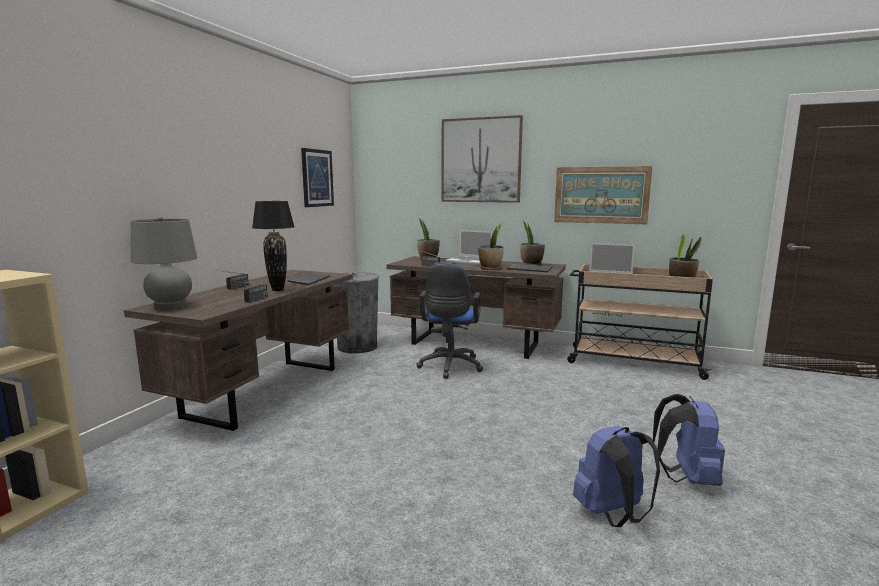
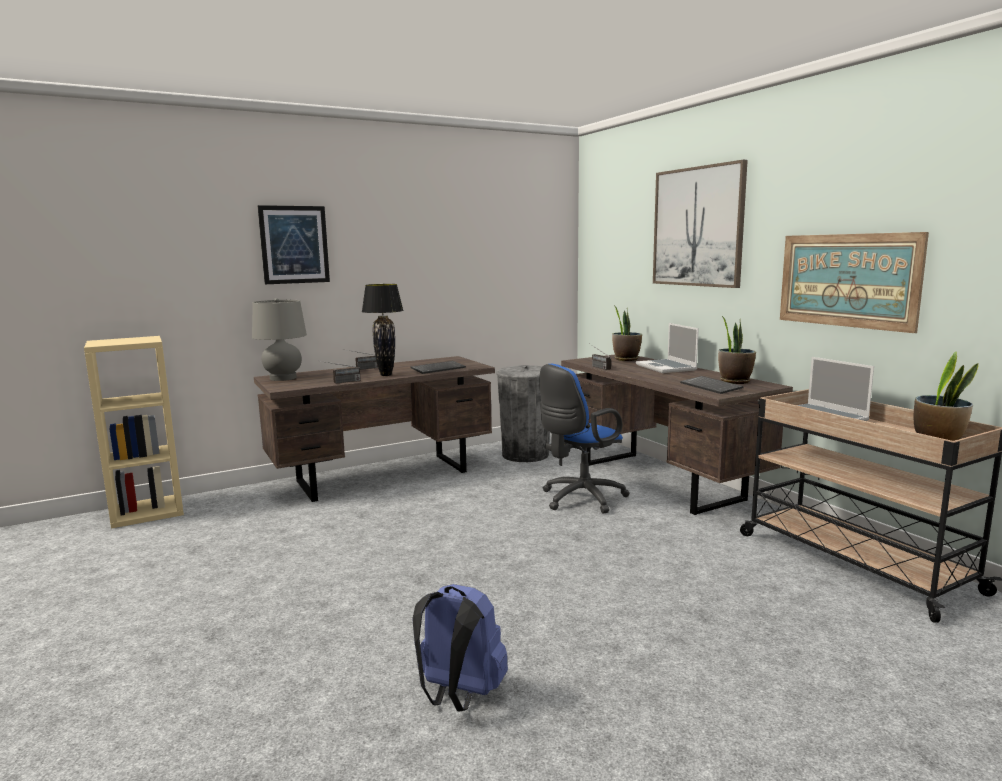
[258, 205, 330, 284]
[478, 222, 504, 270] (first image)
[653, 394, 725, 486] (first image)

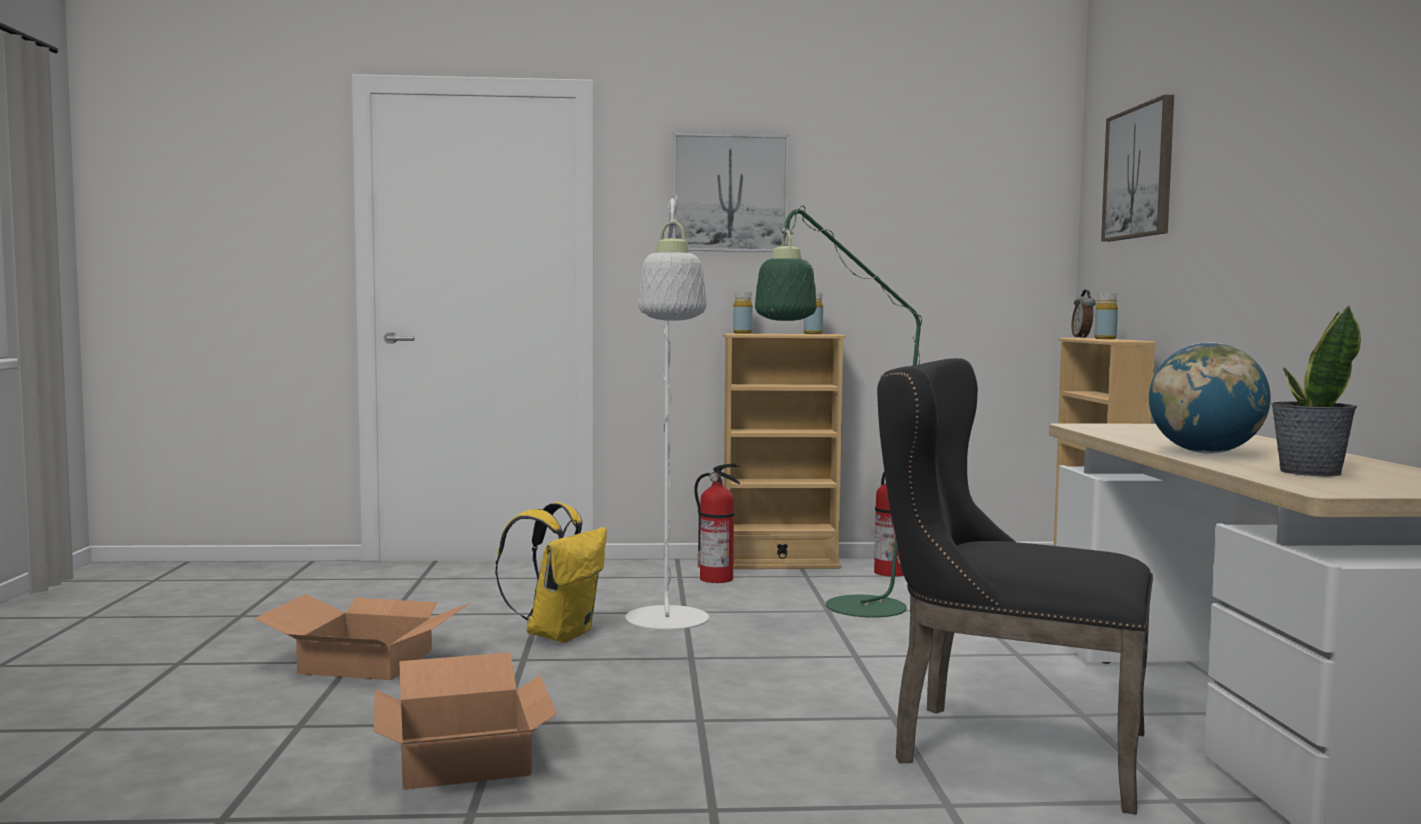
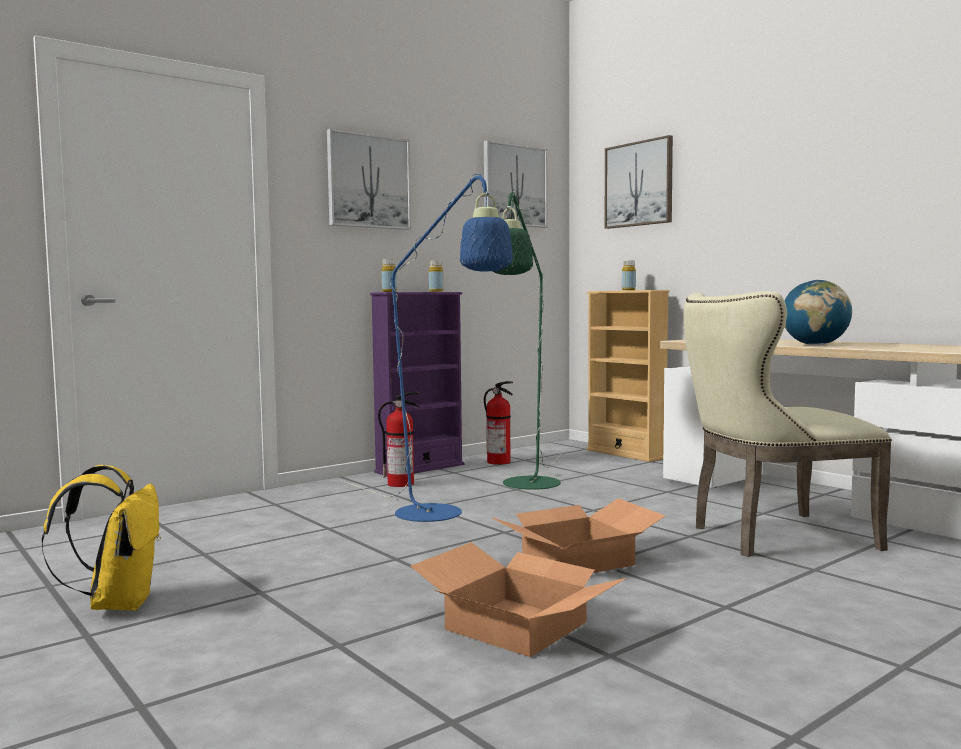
[42, 465, 161, 611]
[340, 173, 513, 522]
[370, 292, 464, 477]
[484, 140, 548, 228]
[491, 498, 665, 573]
[683, 291, 892, 557]
[1072, 290, 1096, 338] (first image)
[1271, 305, 1361, 477] (first image)

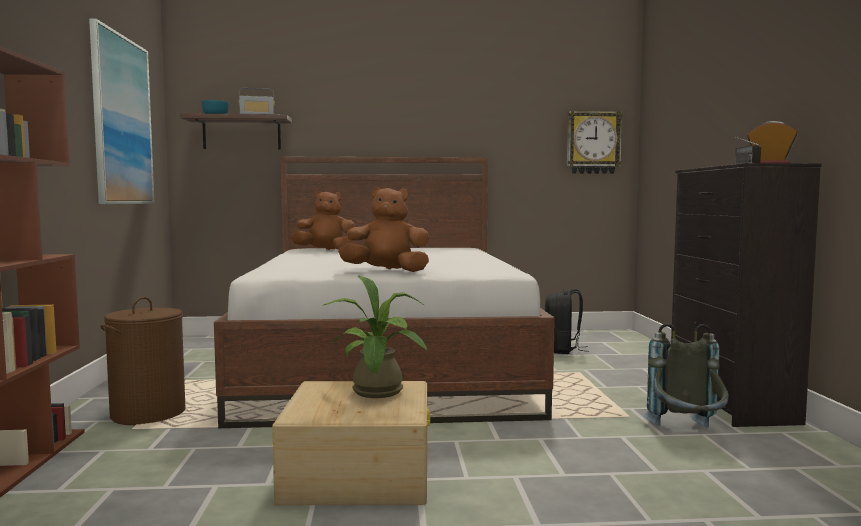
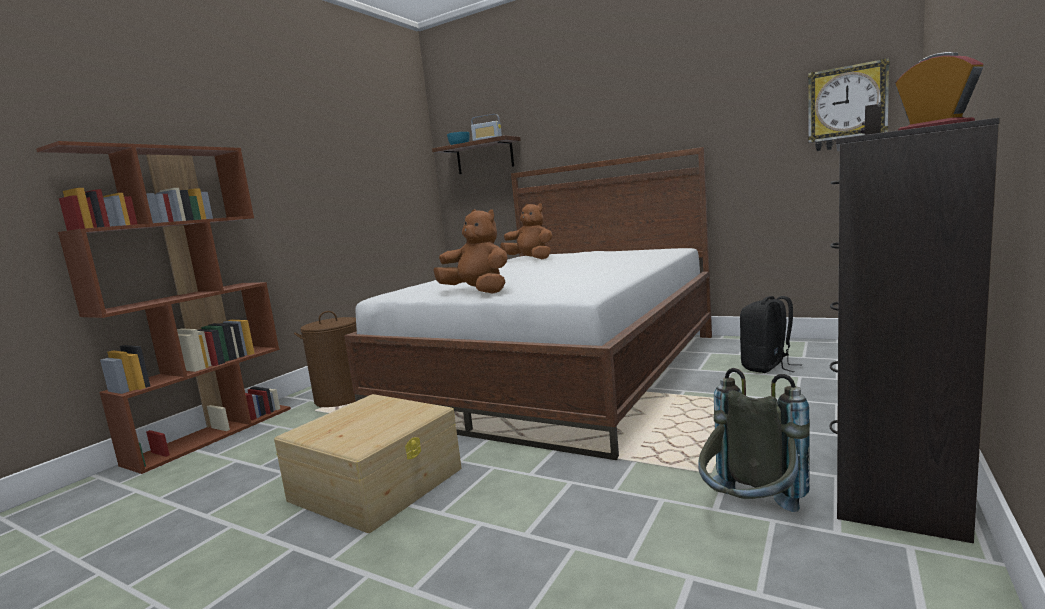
[89, 18, 154, 204] (first image)
[324, 275, 427, 398] (first image)

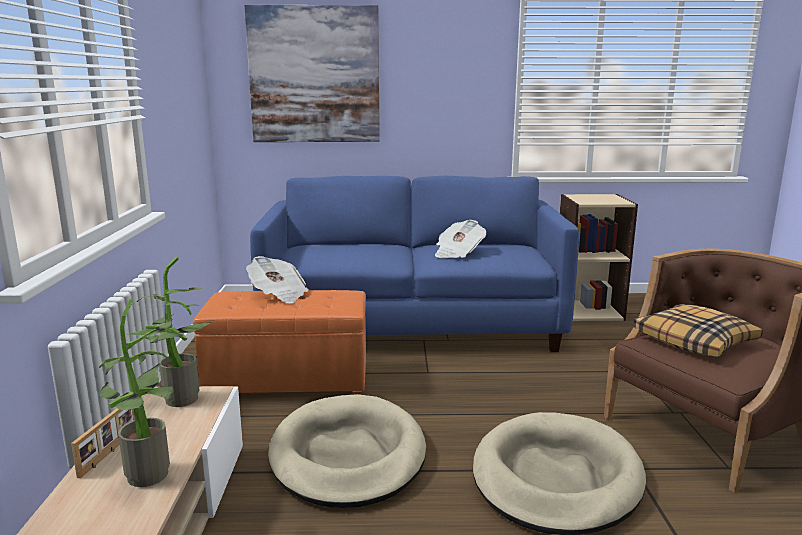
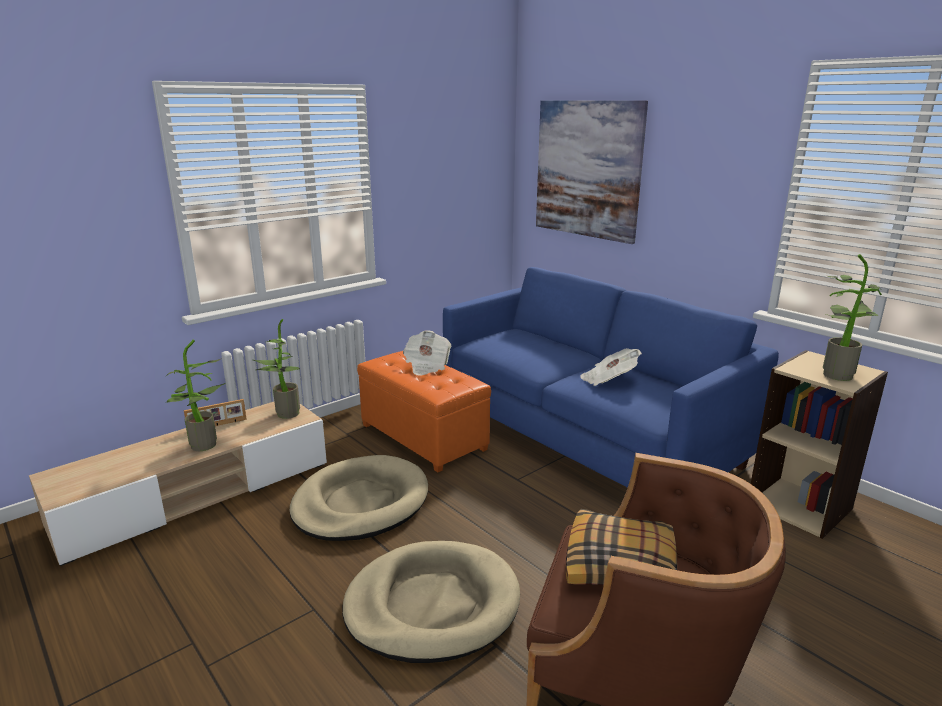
[823, 254, 882, 381]

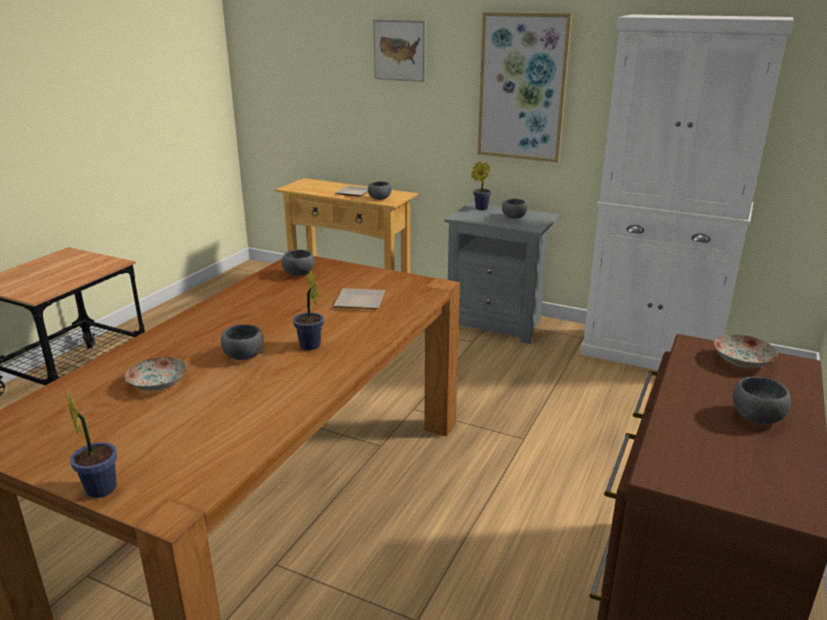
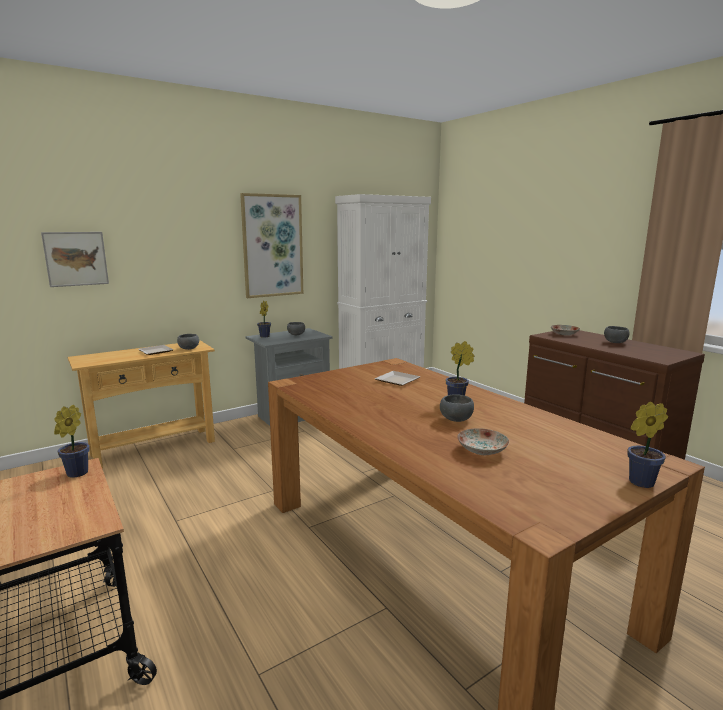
[41, 232, 109, 287]
[54, 405, 90, 478]
[282, 249, 315, 276] (first image)

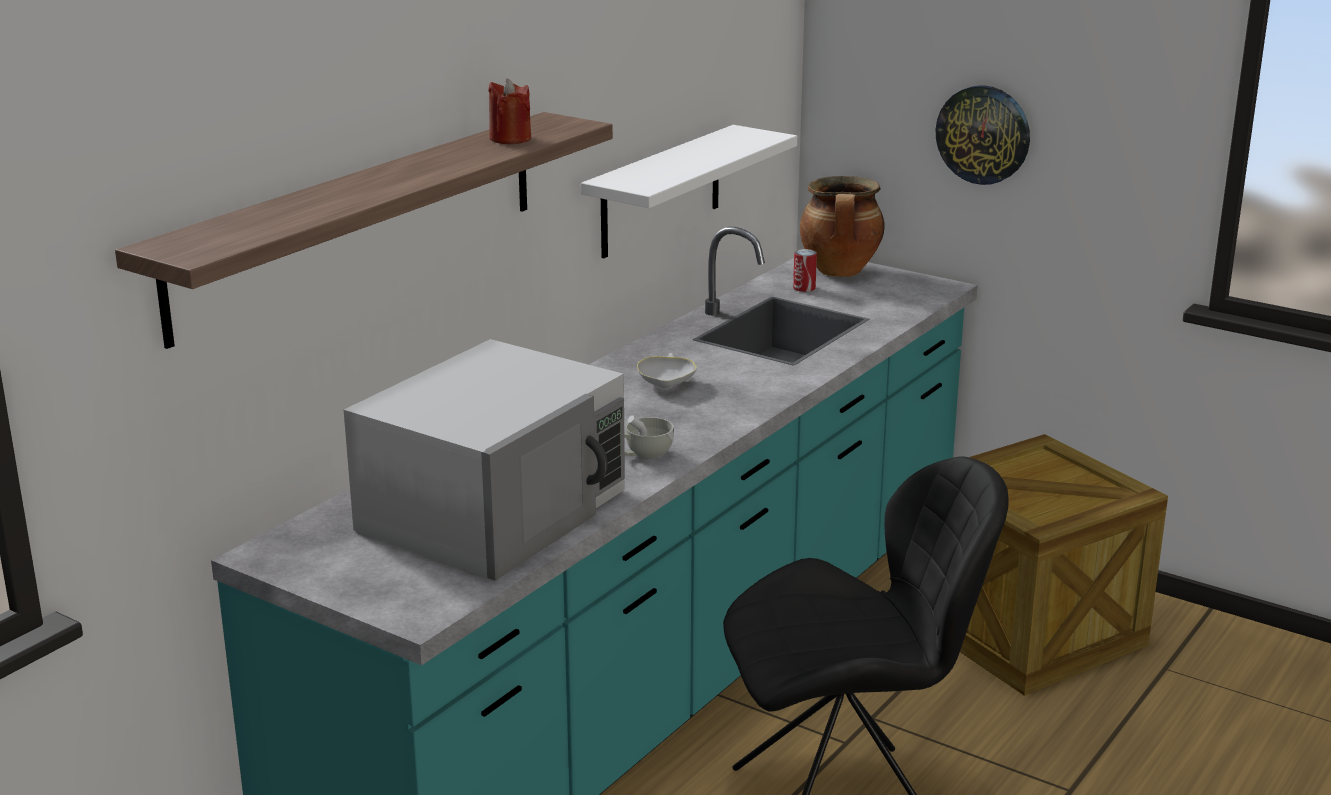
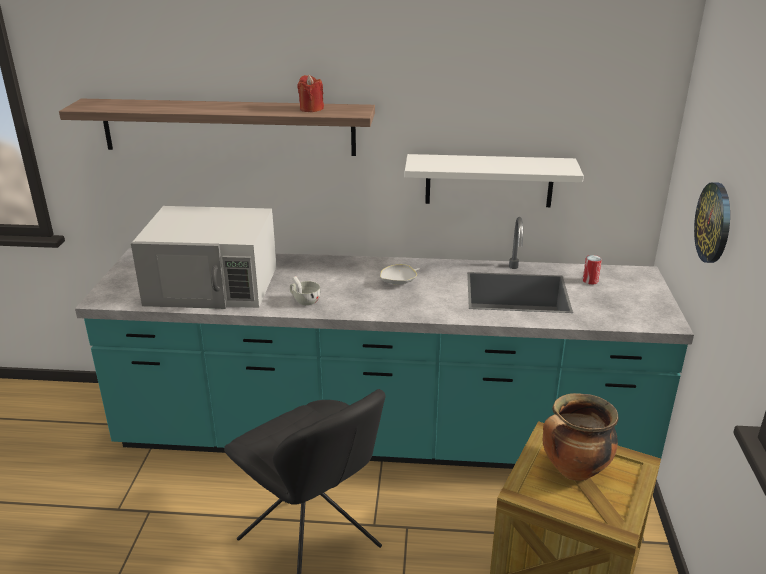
[543, 393, 619, 481]

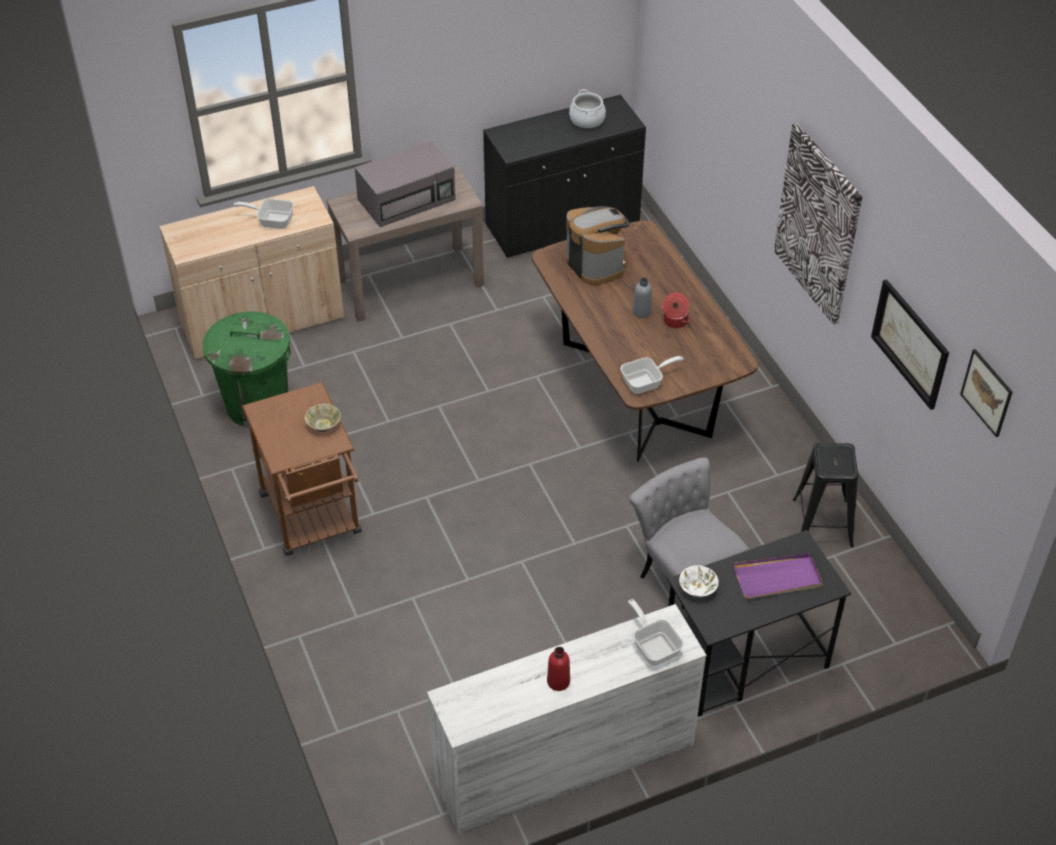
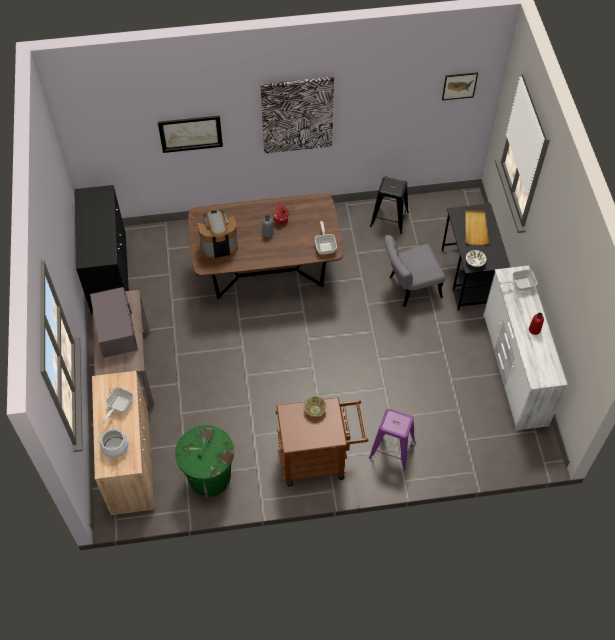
[97, 429, 129, 458]
[158, 115, 223, 153]
[369, 409, 416, 470]
[465, 210, 489, 245]

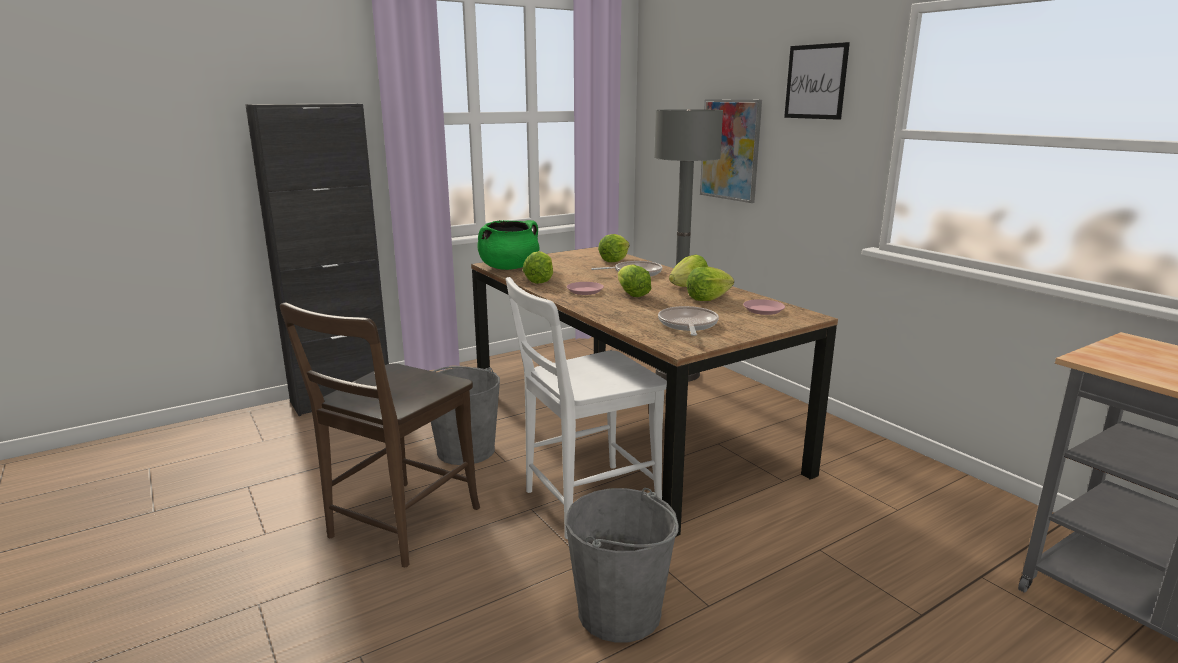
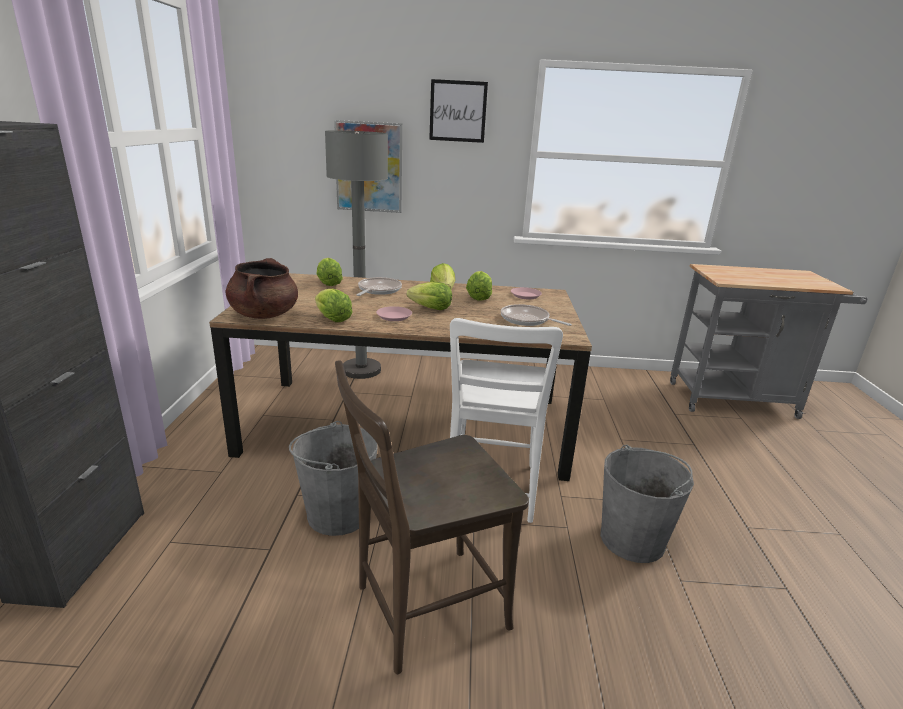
[226, 258, 298, 319]
[335, 360, 529, 674]

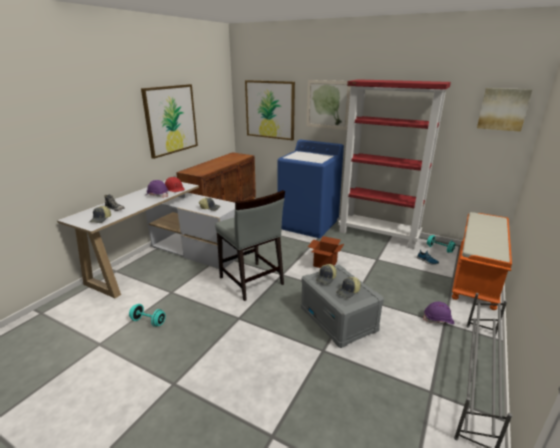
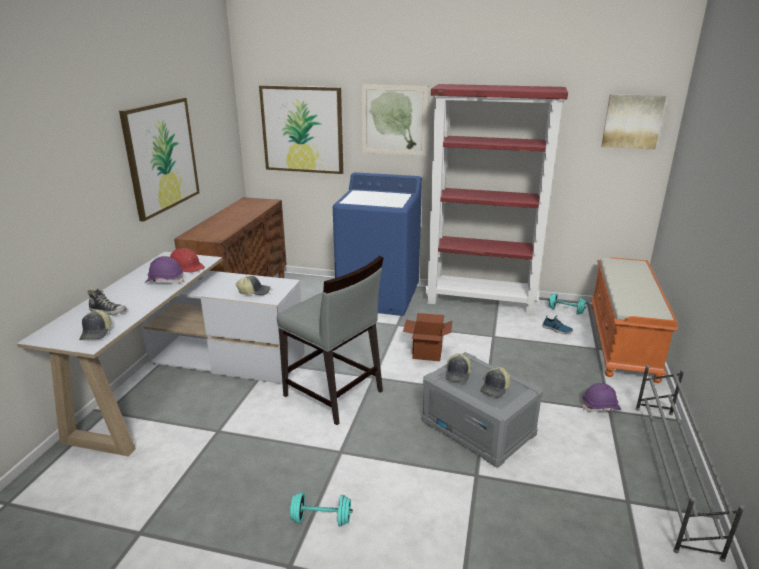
[290, 492, 352, 526]

